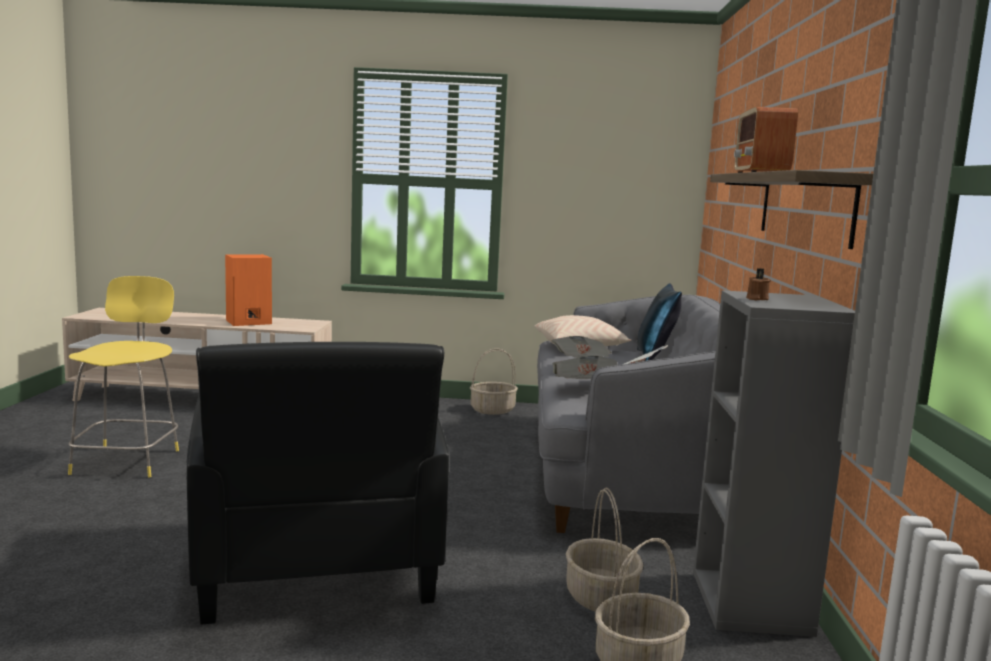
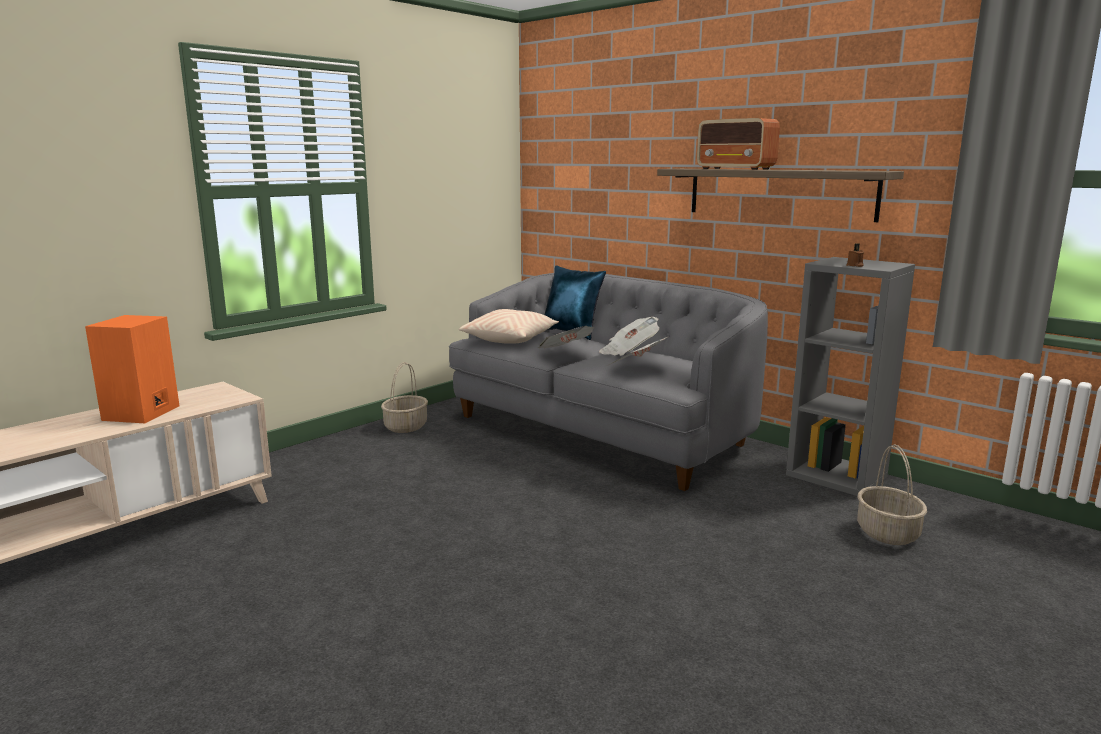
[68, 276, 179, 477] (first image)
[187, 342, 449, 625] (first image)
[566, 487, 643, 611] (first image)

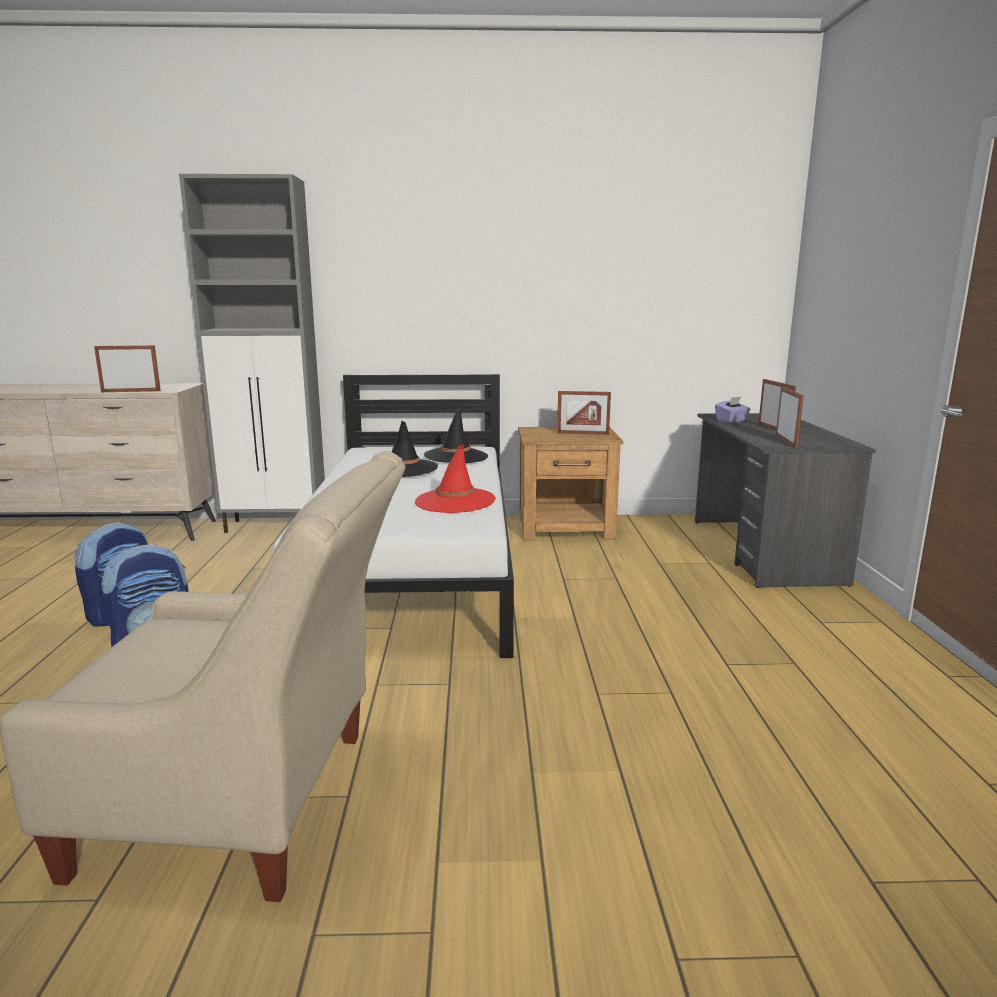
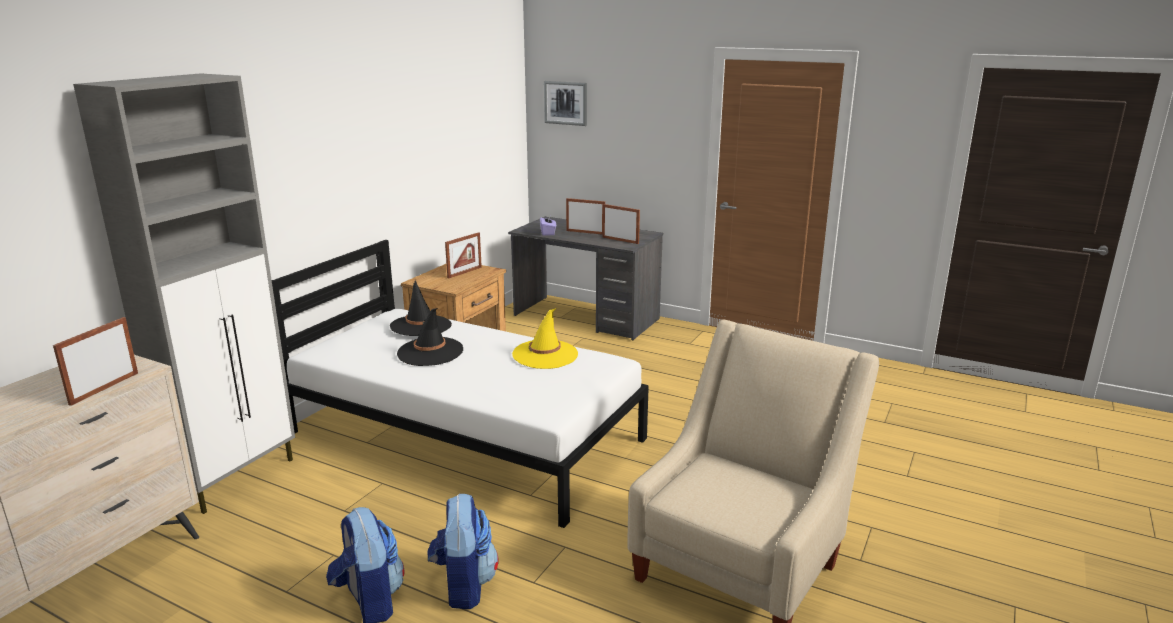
[512, 308, 578, 369]
[544, 81, 587, 126]

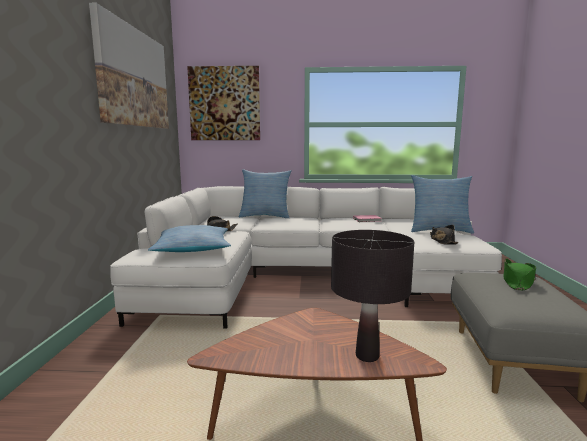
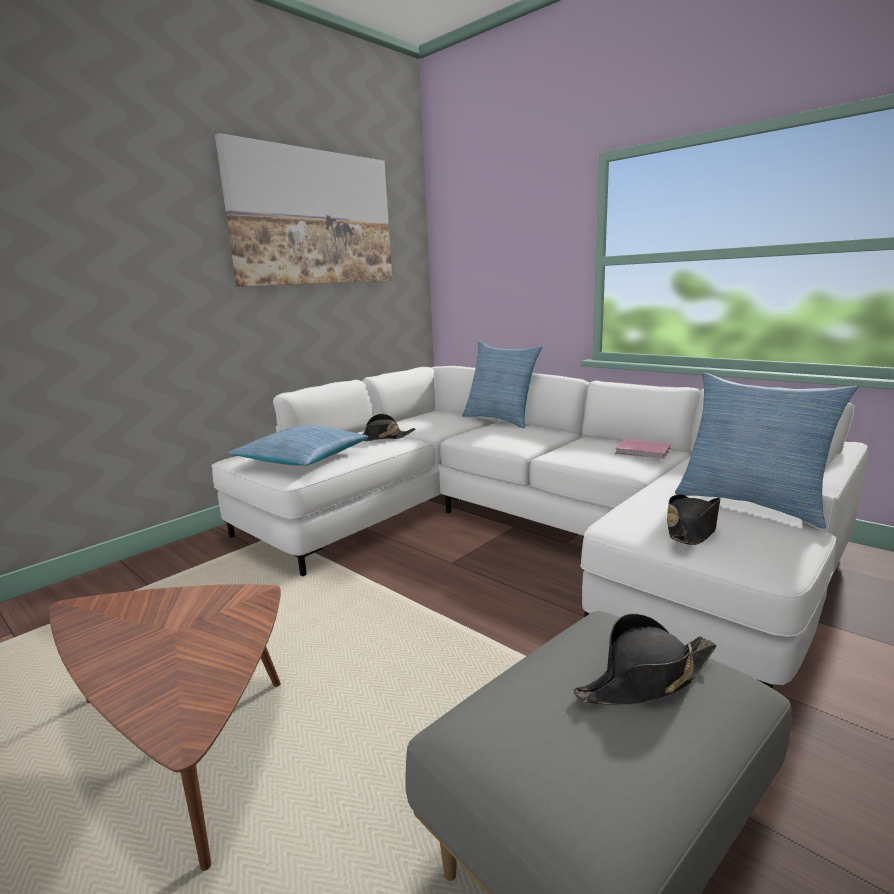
[574, 613, 717, 705]
[187, 66, 260, 140] (first image)
[331, 230, 414, 362] (first image)

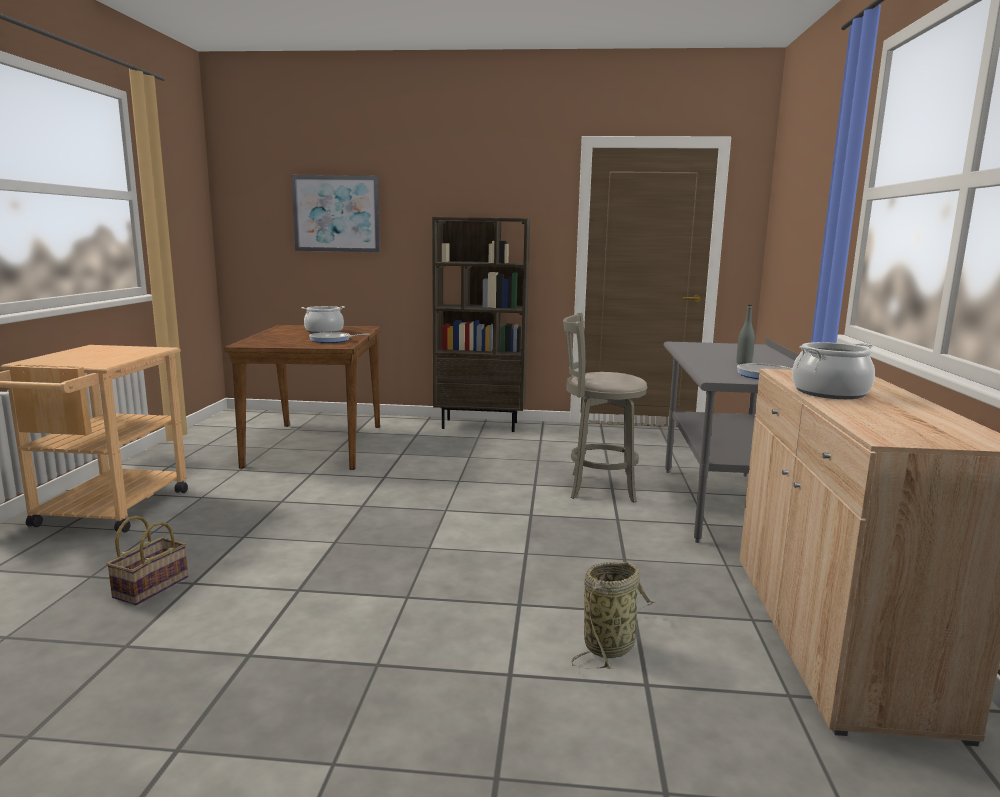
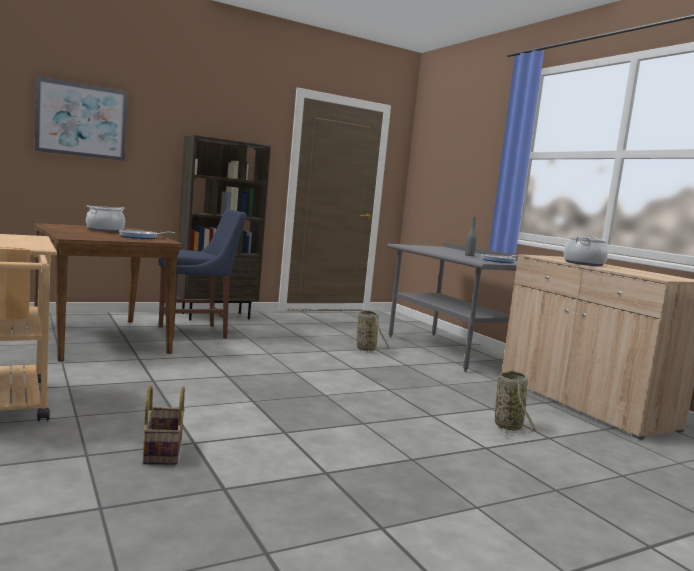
[159, 209, 247, 338]
[350, 310, 390, 354]

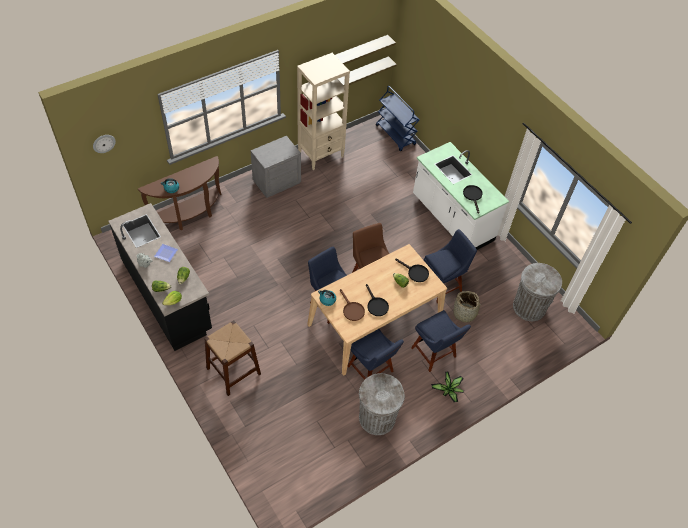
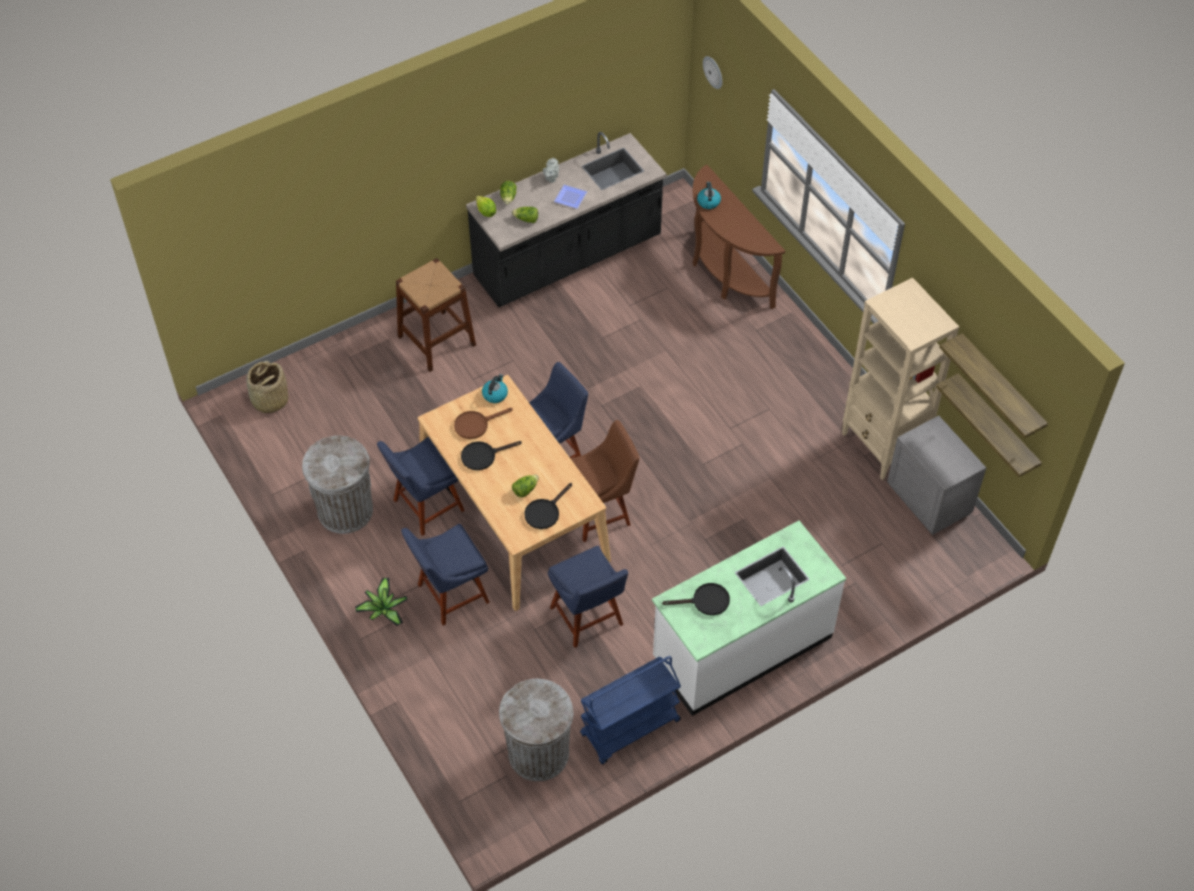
[246, 361, 288, 415]
[580, 656, 681, 764]
[887, 416, 986, 535]

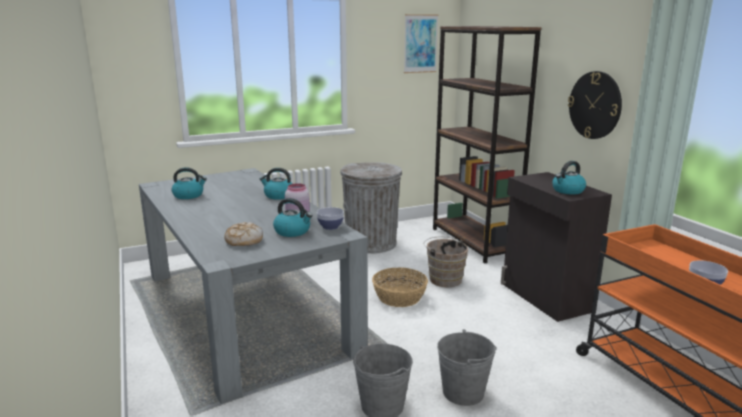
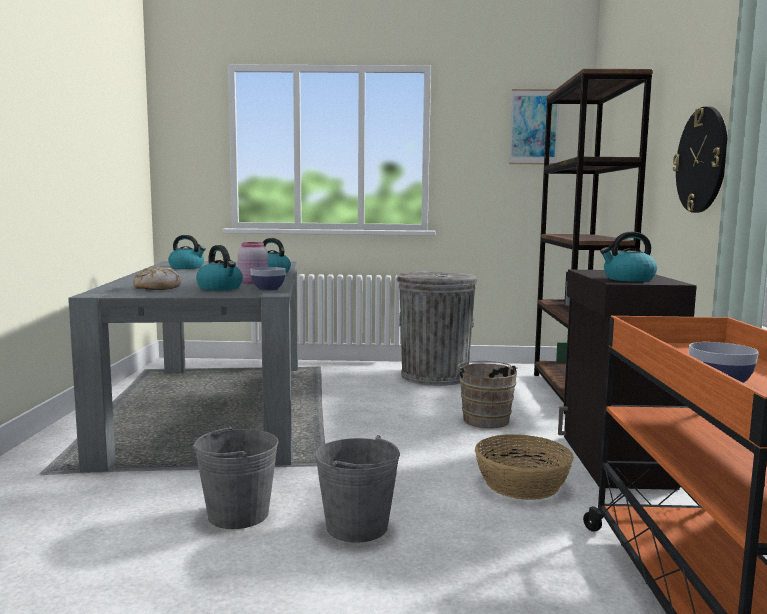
[475, 434, 574, 500]

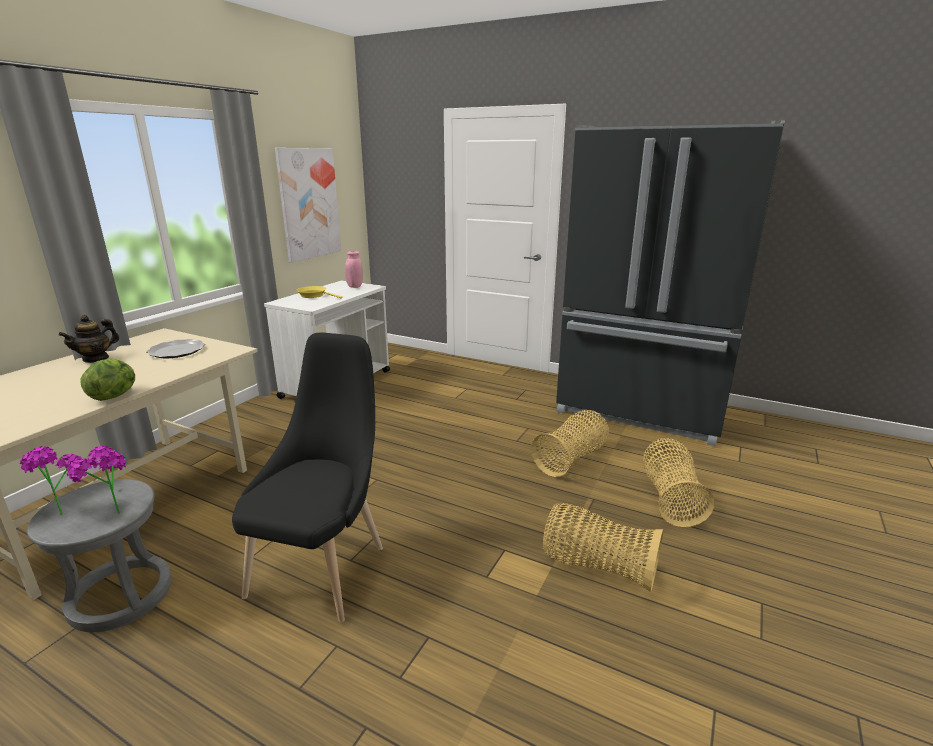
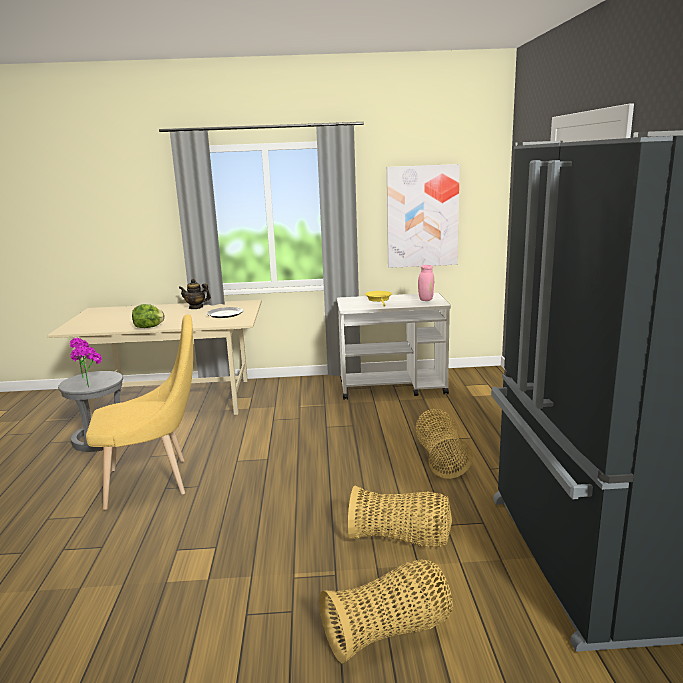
[86, 314, 193, 510]
[416, 409, 473, 479]

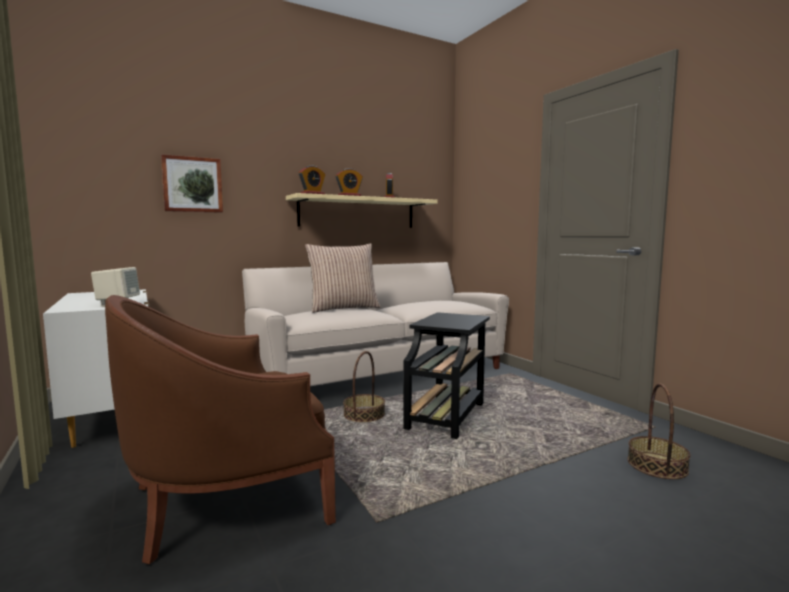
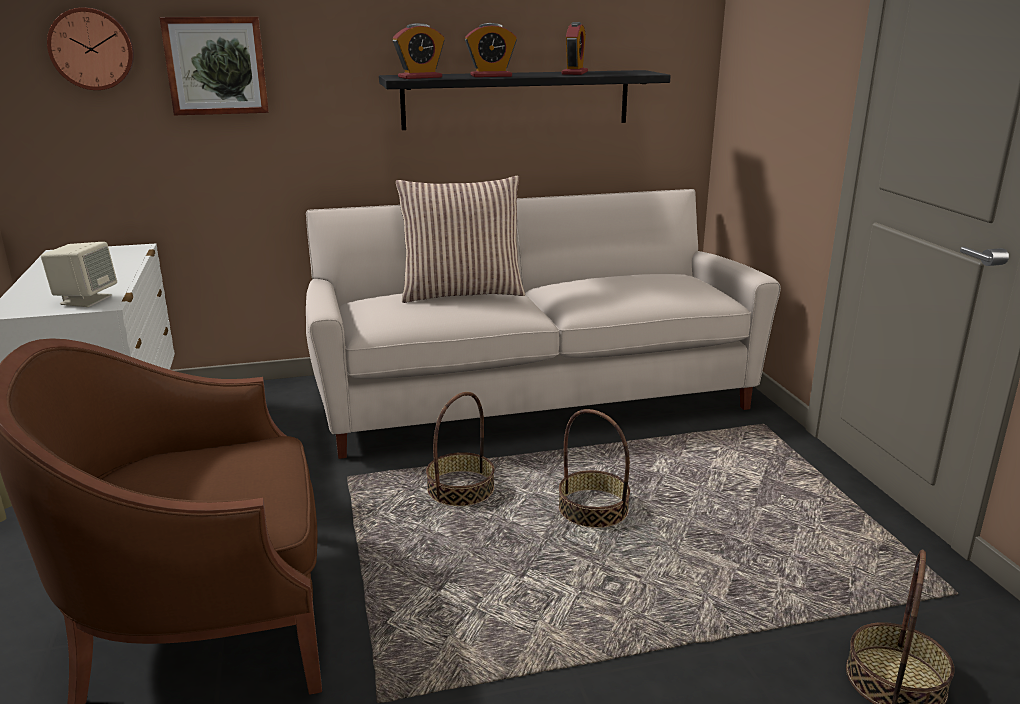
[47, 8, 134, 90]
[379, 70, 671, 130]
[559, 409, 630, 528]

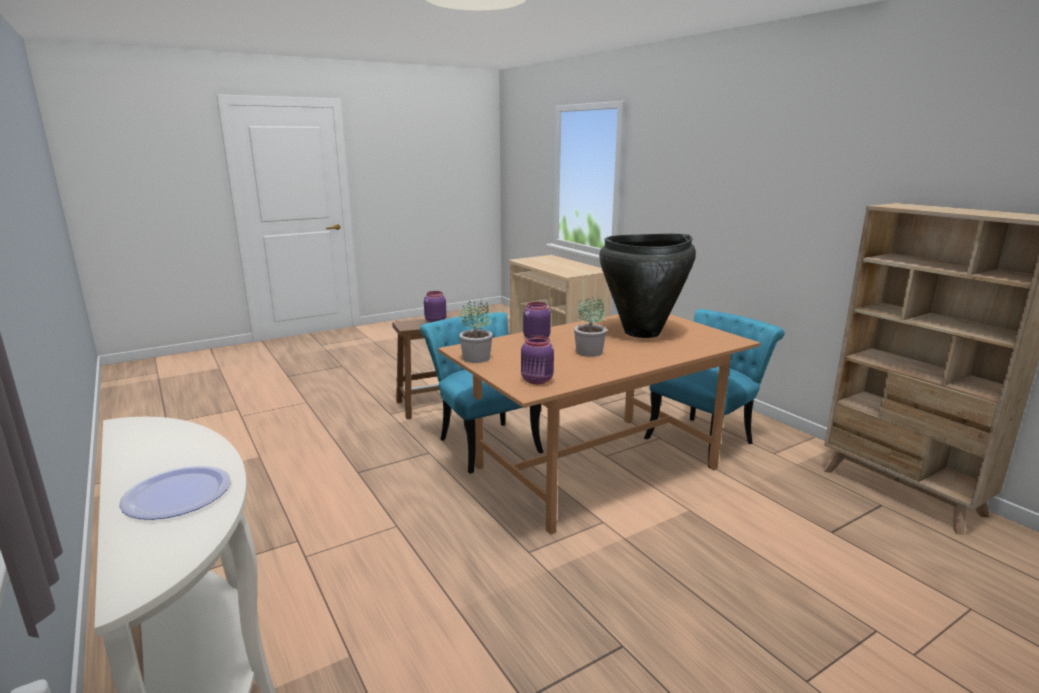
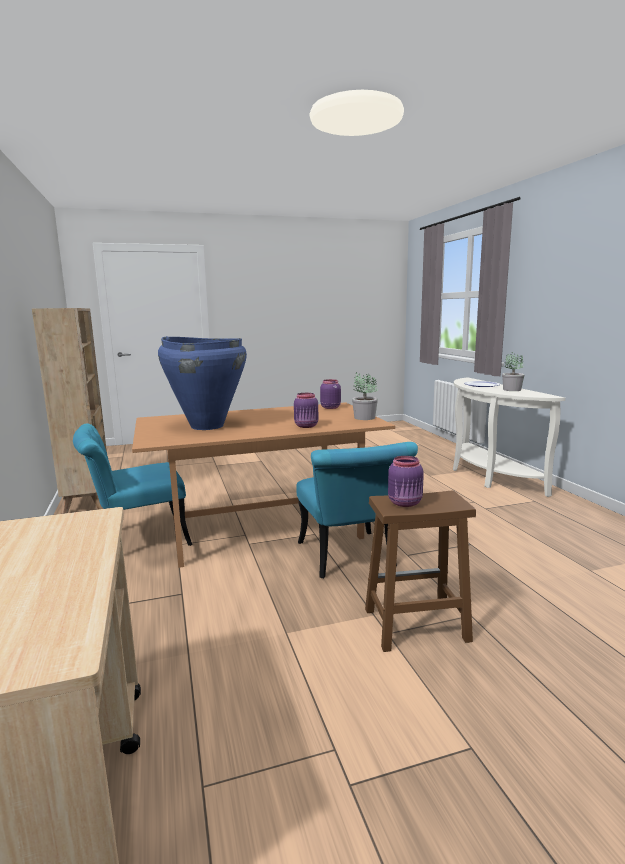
[158, 336, 247, 430]
[502, 352, 524, 391]

